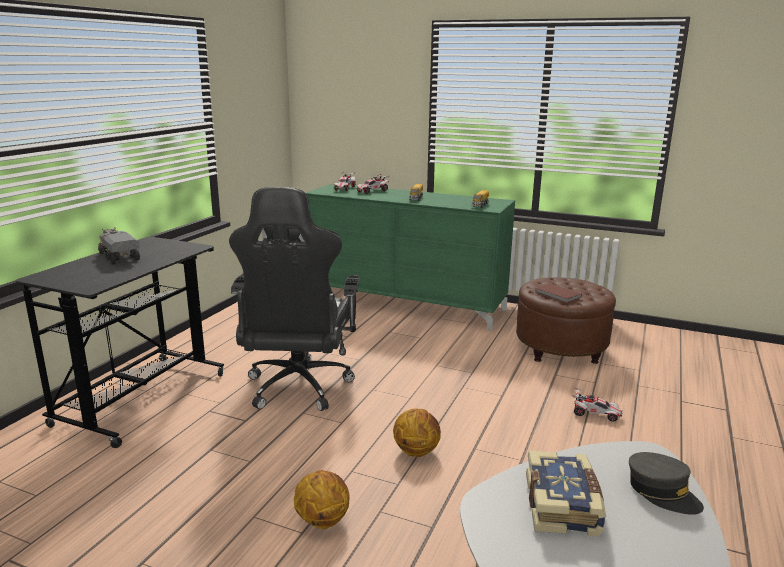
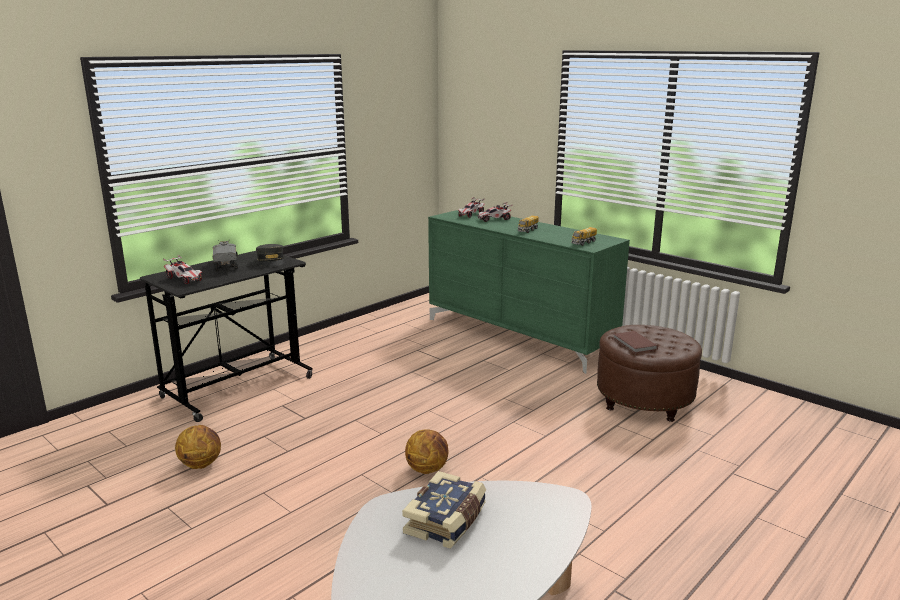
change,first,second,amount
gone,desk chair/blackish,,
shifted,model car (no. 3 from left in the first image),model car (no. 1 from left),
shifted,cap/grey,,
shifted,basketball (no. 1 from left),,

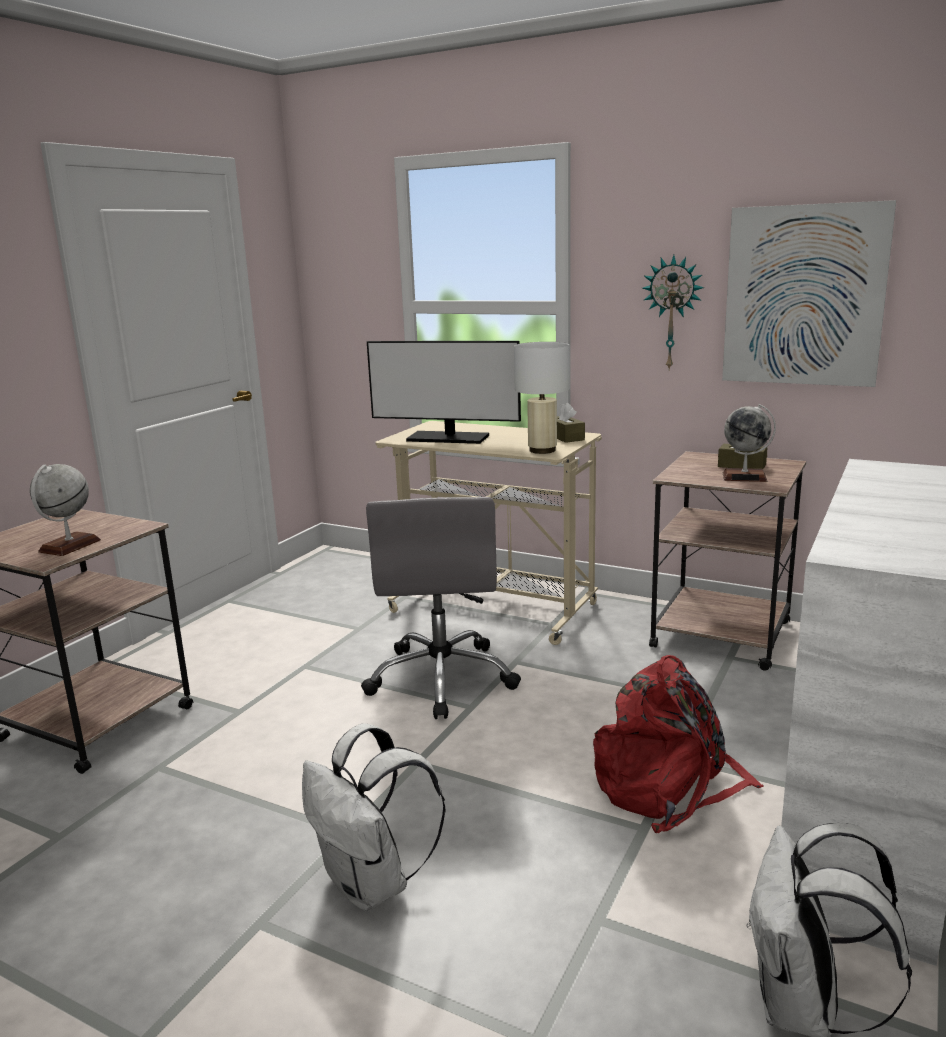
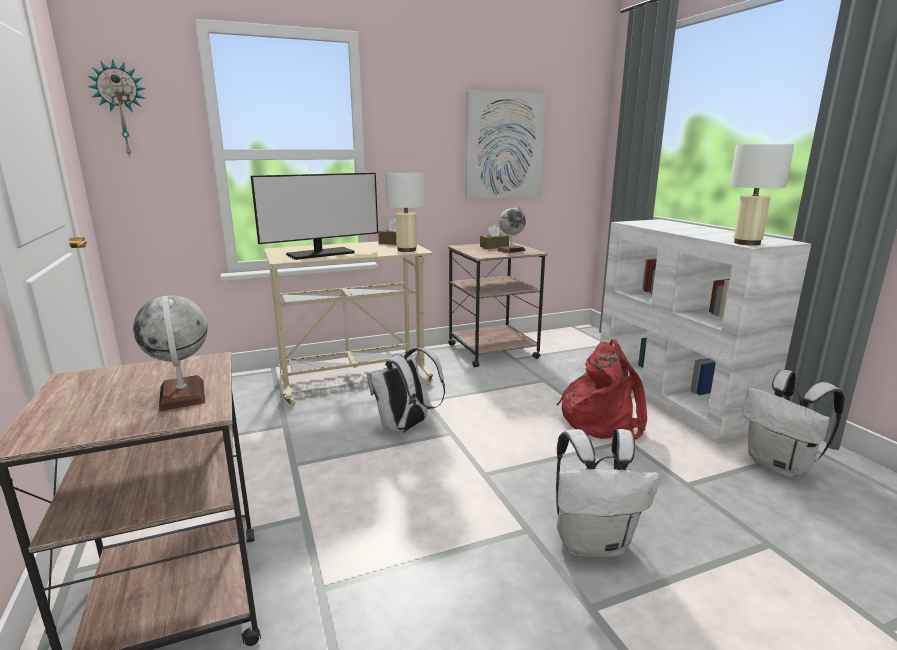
change,first,second,amount
shifted,wall clock,,
swapped,desk chair/grey,rucksack/white (no. 1 from left),
new,,tabletop lamp/white (no. 2 from left),

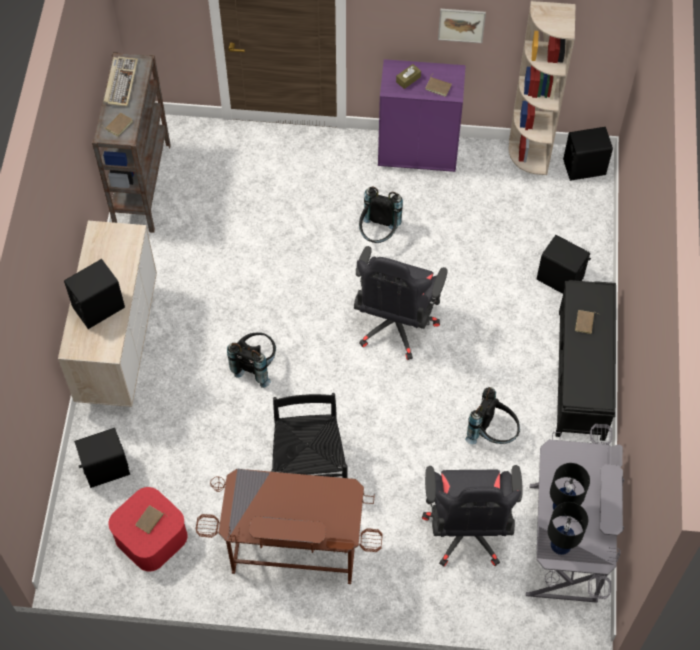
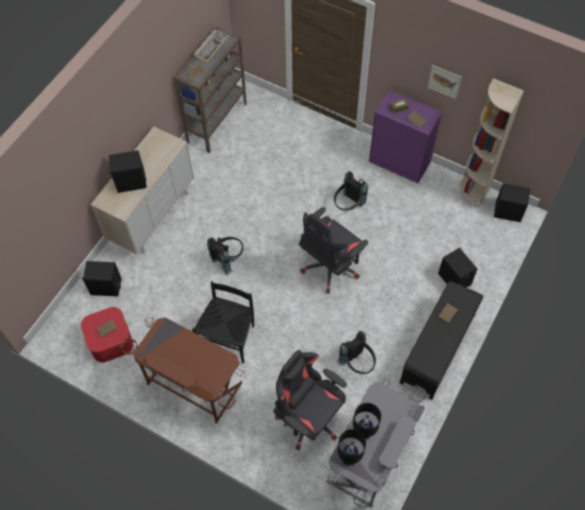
change,first,second,amount
rotated,desk chair/blackish (no. 2 from left in the first image),desk chair/blackish (no. 1 from left),105 degrees clockwise

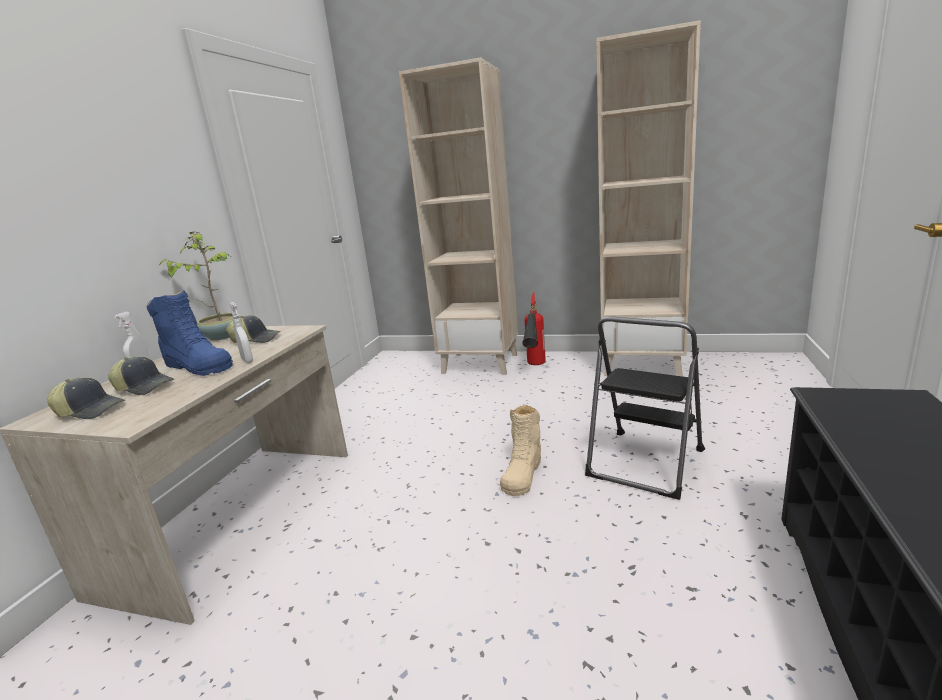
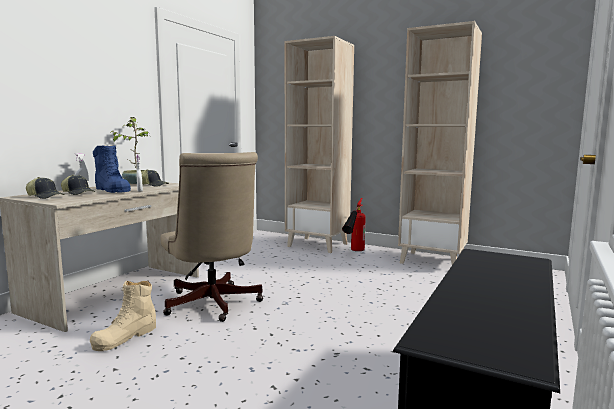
change,first,second,amount
gone,stepladder/blackish,,
shifted,tall boot/sand-coloured,,
new,,desk chair/sand-coloured,

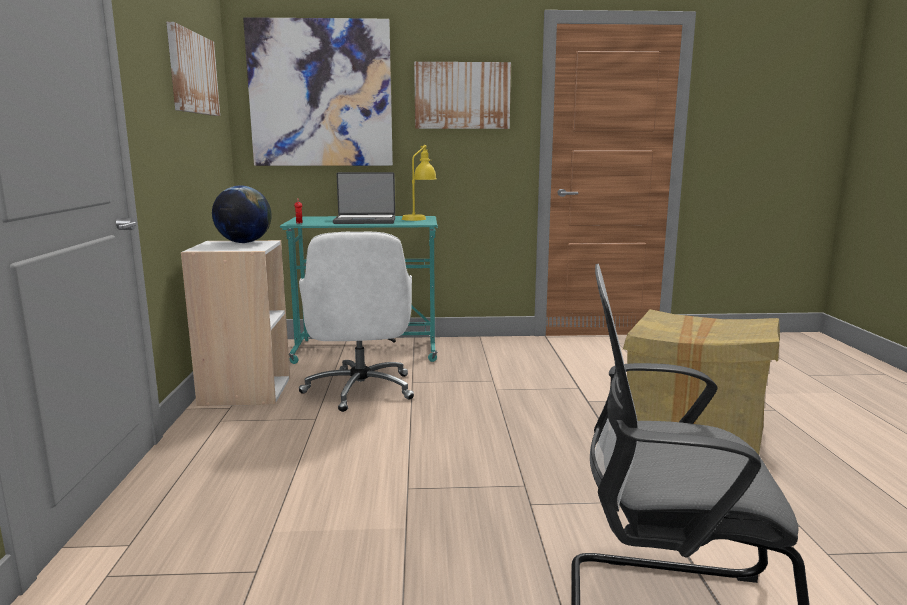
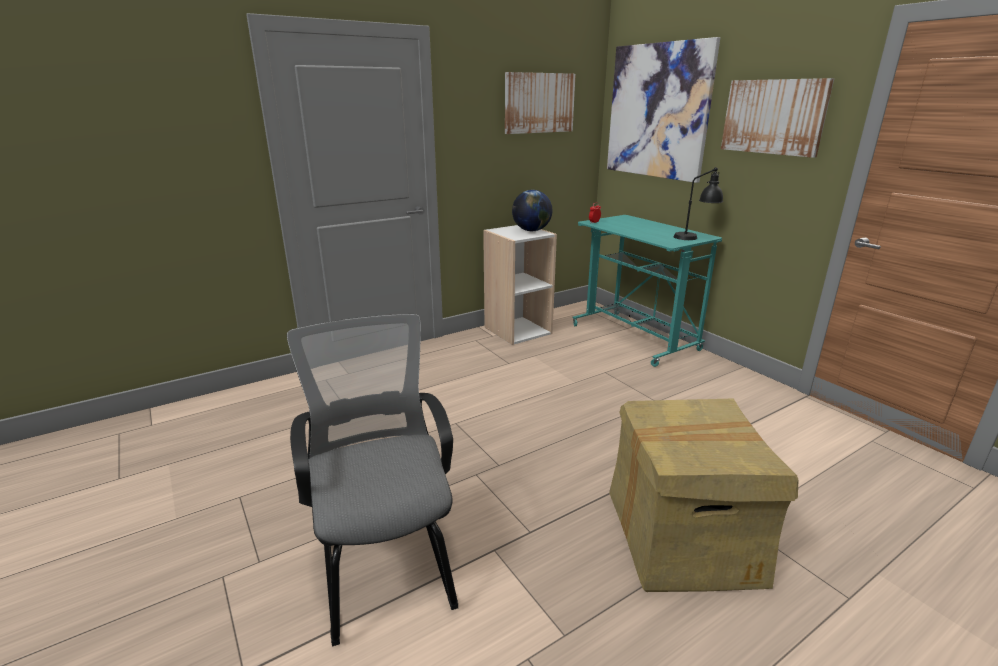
change,first,second,amount
repainted,tabletop lamp/yellow-coloured,tabletop lamp/blackish,
gone,notebook computer,,
gone,desk chair/white,,

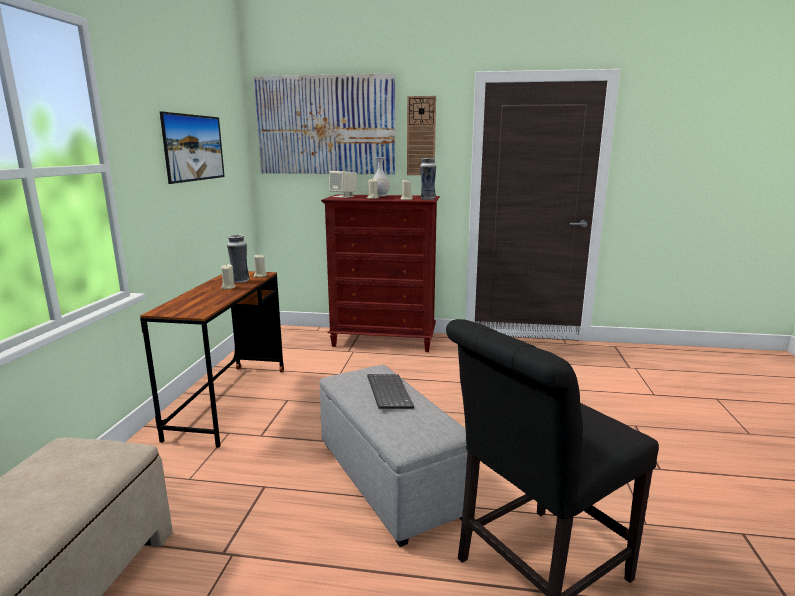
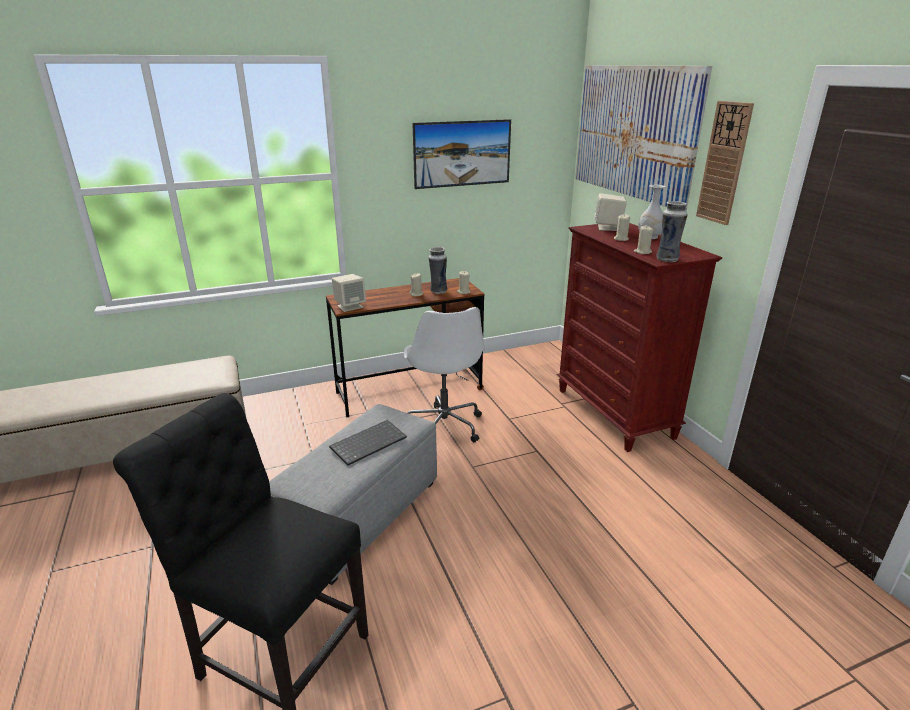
change,first,second,amount
new,,loudspeaker/sand-coloured (no. 1 from left),
new,,desk chair/white,

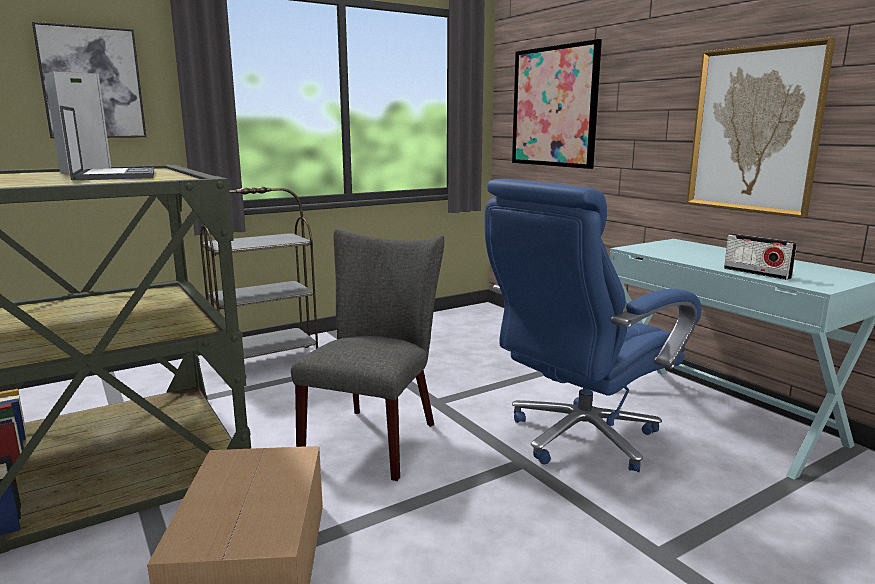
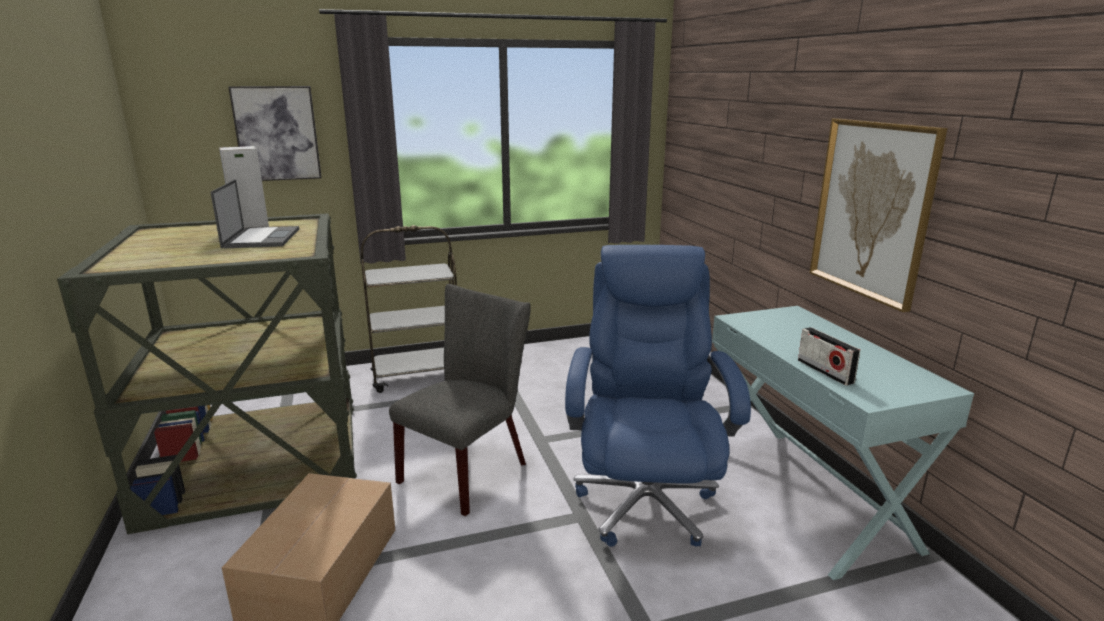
change,first,second,amount
gone,picture (no. 2 from left),,
rotated,desk chair/blue,,120 degrees clockwise

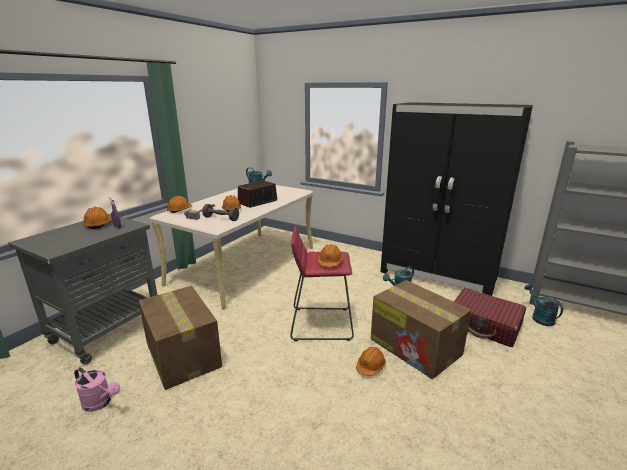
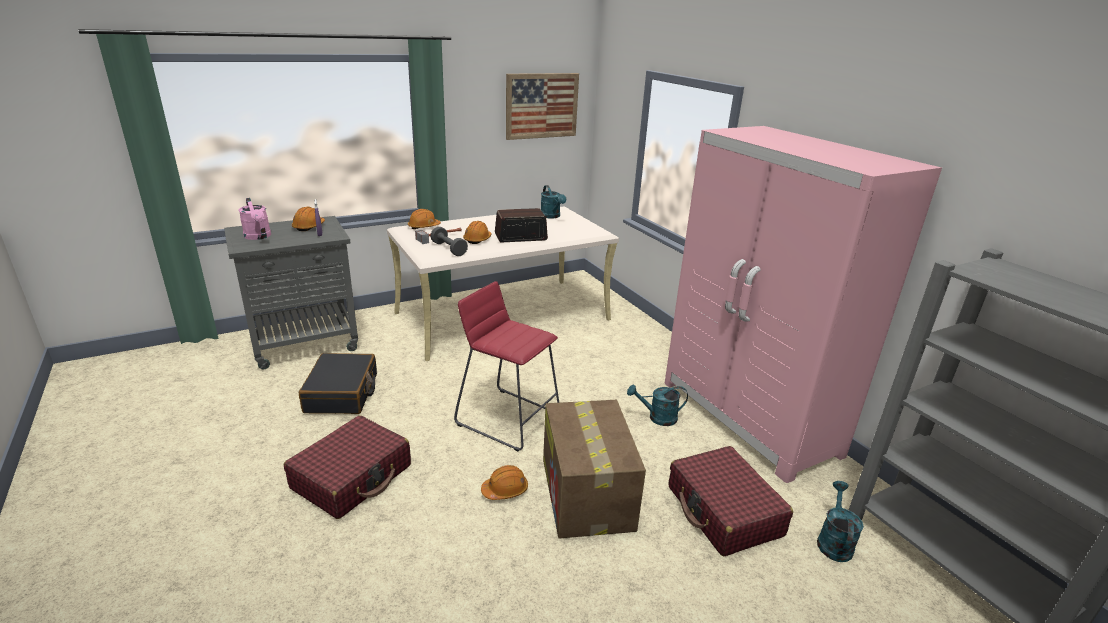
change,first,second,amount
repainted,storage cabinet/blackish,storage cabinet/pink,
gone,hard hat/orangey (no. 4 from left),,
swapped,carton (no. 1 from left),travel case/blackish,
shifted,watering can/pink,,
new,,picture,
new,,travel case/red (no. 1 from left),

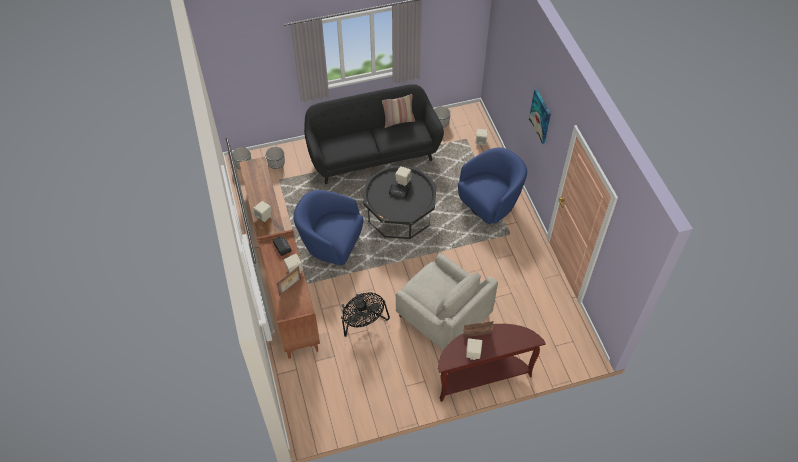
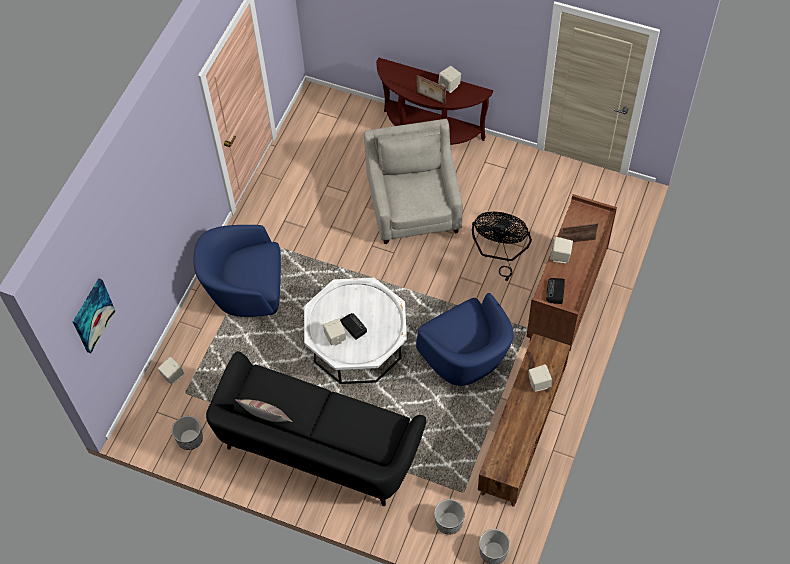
change,first,second,amount
shifted,picture,,
repainted,low table/blackish,low table/white,

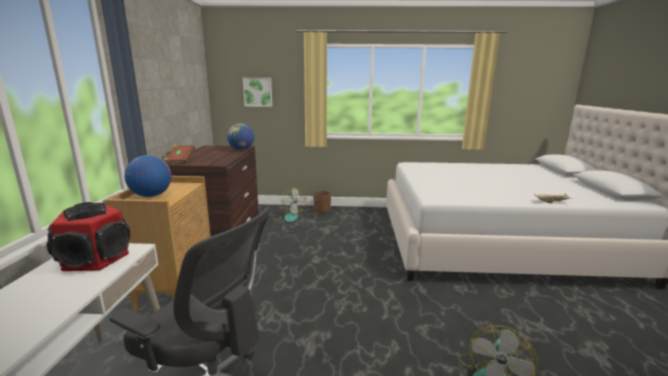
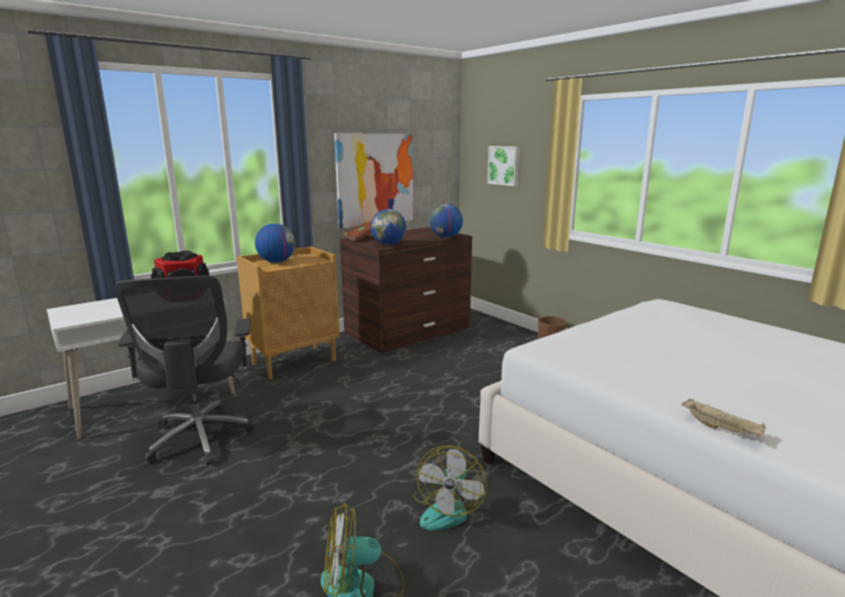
change,first,second,amount
shifted,electric fan (no. 1 from left in the first image),electric fan (no. 2 from left),
new,,picture (no. 1 from left),
new,,globe (no. 2 from left),

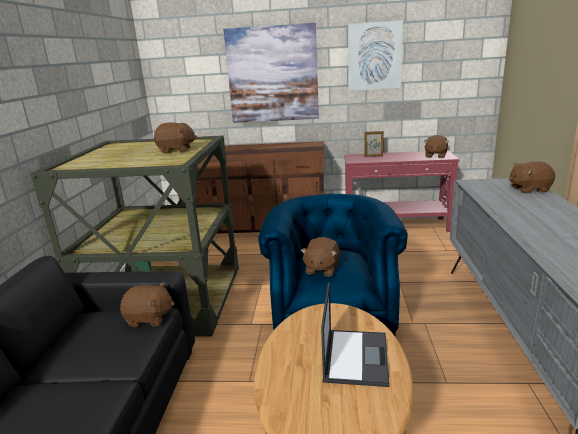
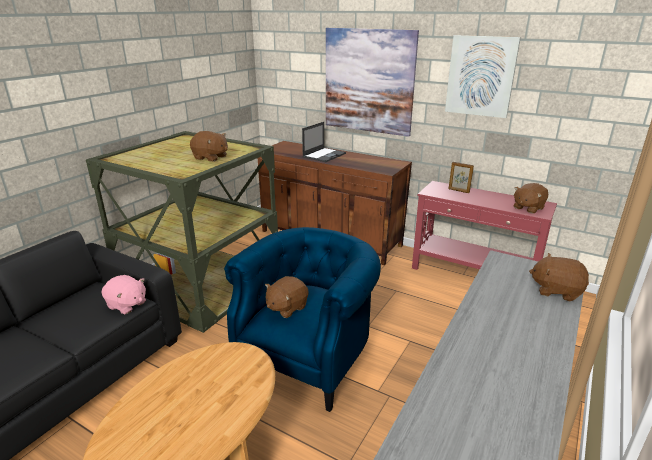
change,first,second,amount
repainted,plush toy/brown-coloured (no. 1 from left),plush toy/pink,
shifted,notebook computer,,

